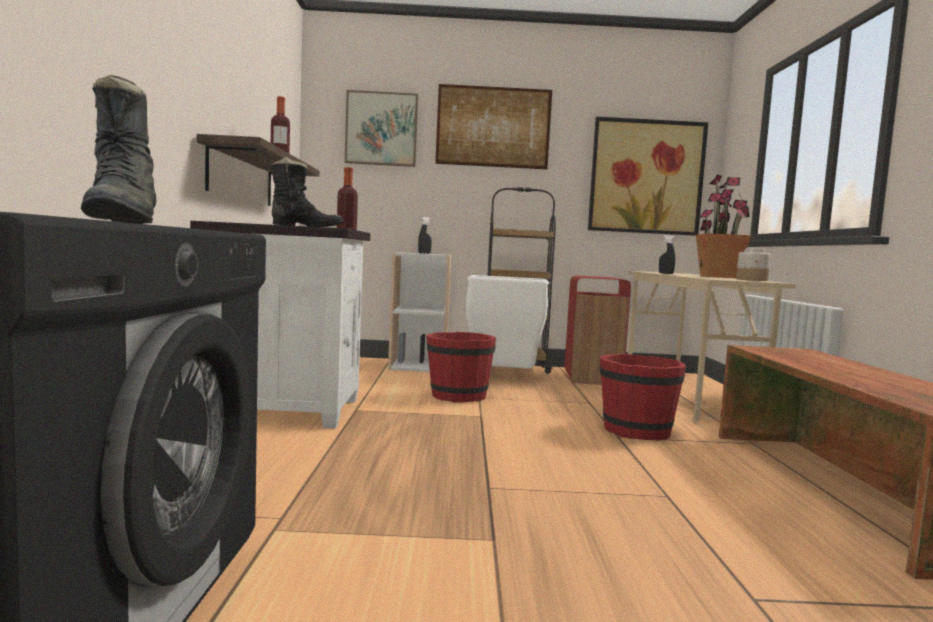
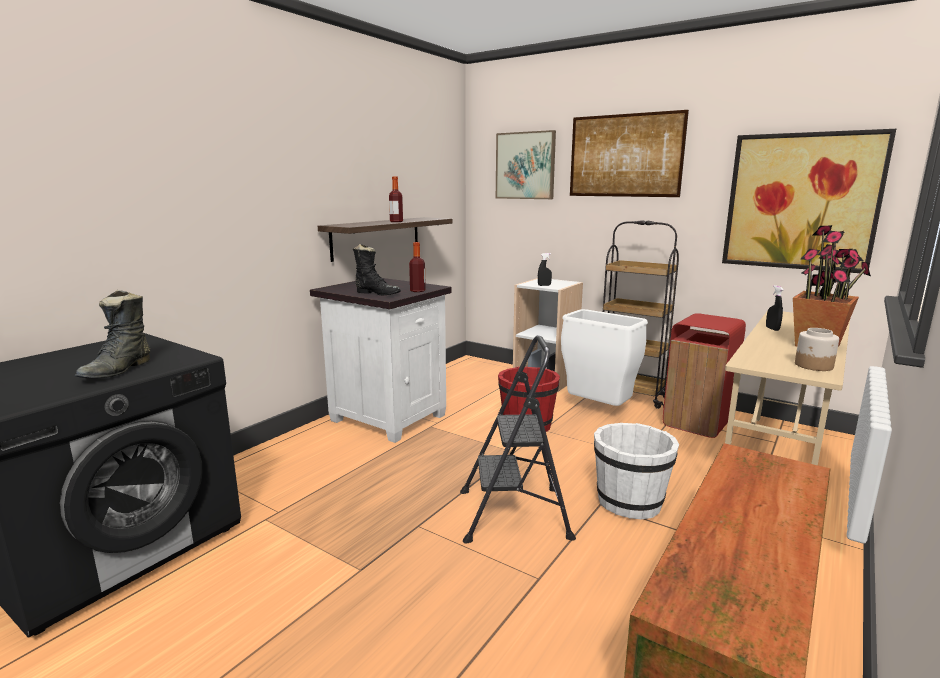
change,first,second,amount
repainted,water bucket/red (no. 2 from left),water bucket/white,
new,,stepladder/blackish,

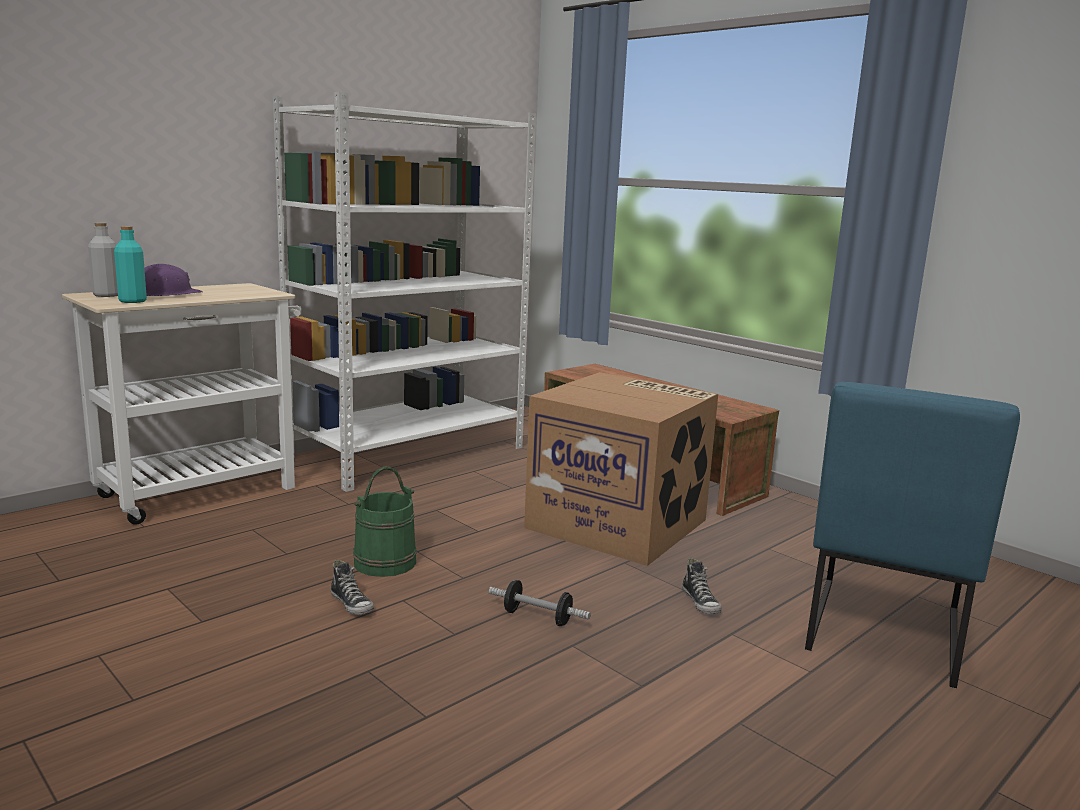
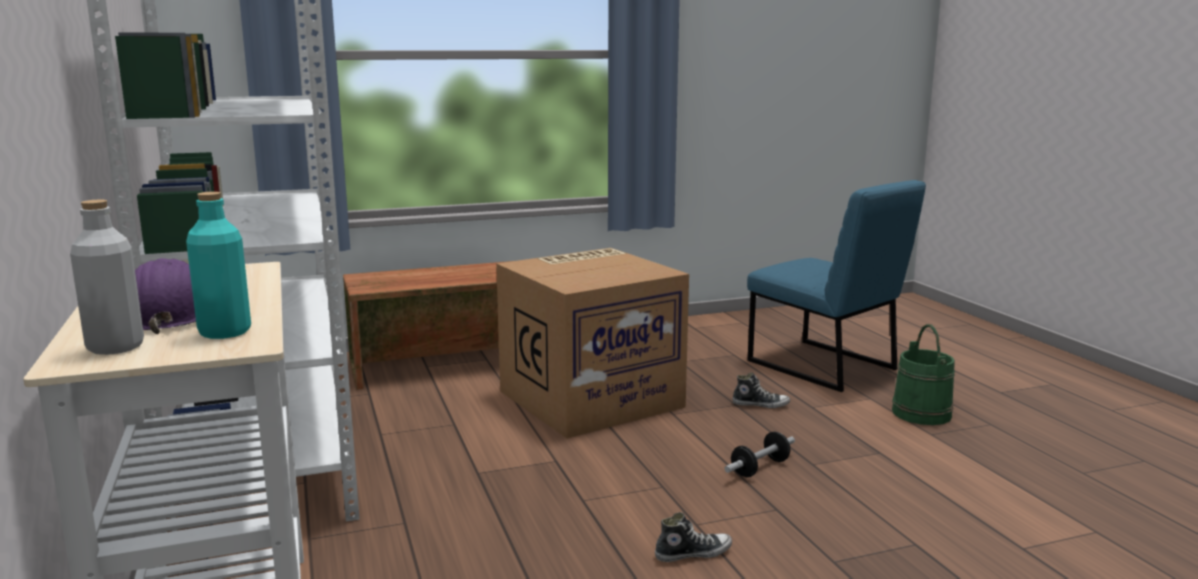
change,first,second,amount
shifted,water bucket/green-coloured,,

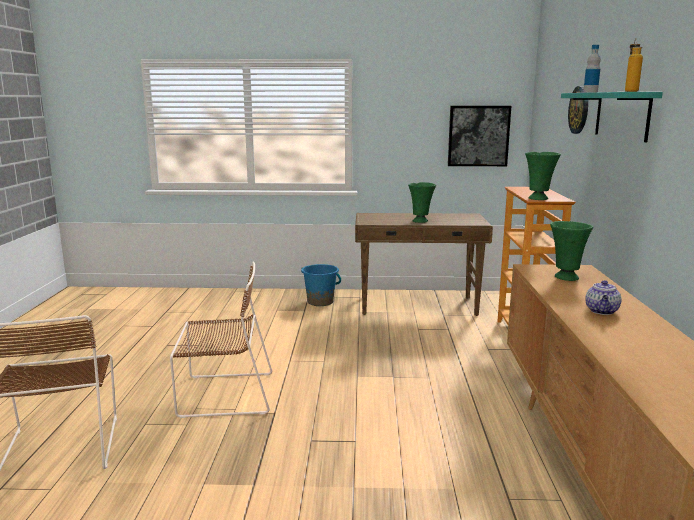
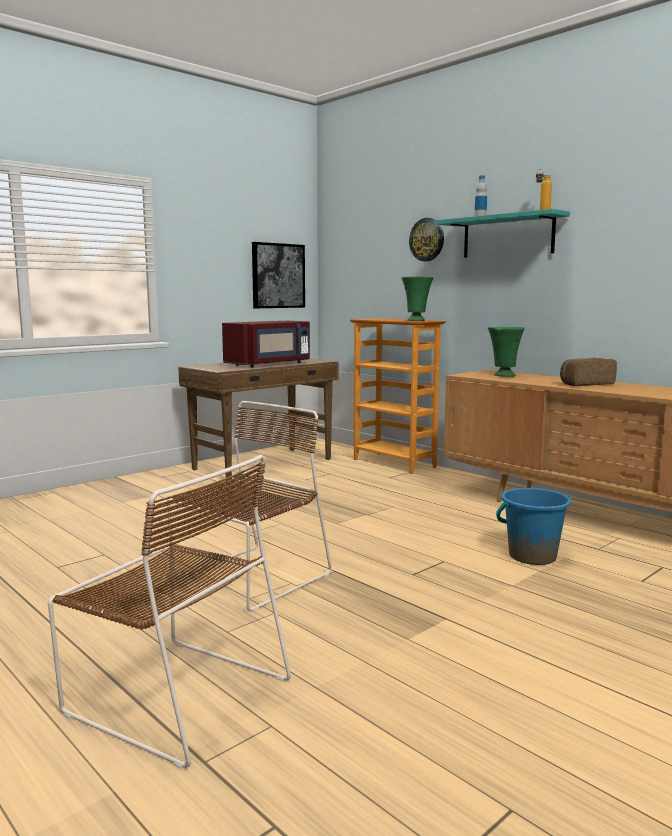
change,first,second,amount
swapped,flower vase/green-coloured (no. 1 from left),microwave oven/red,
shifted,water bucket/blue,,
swapped,pot for tea,bread,

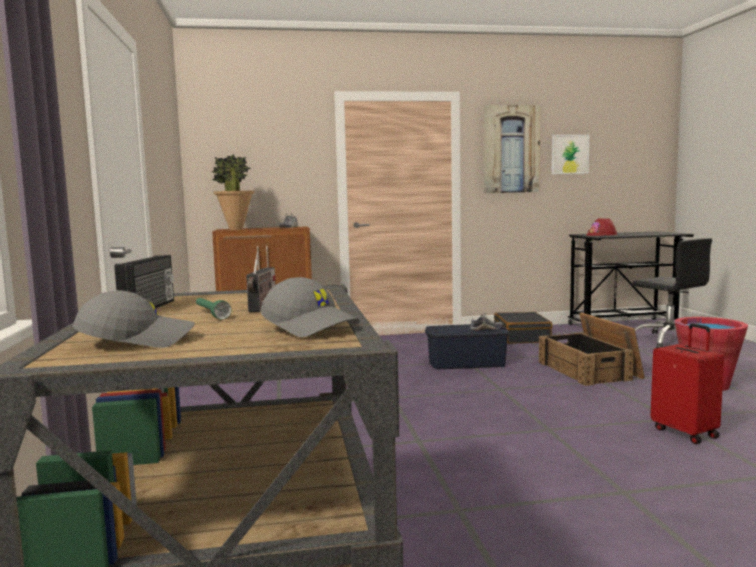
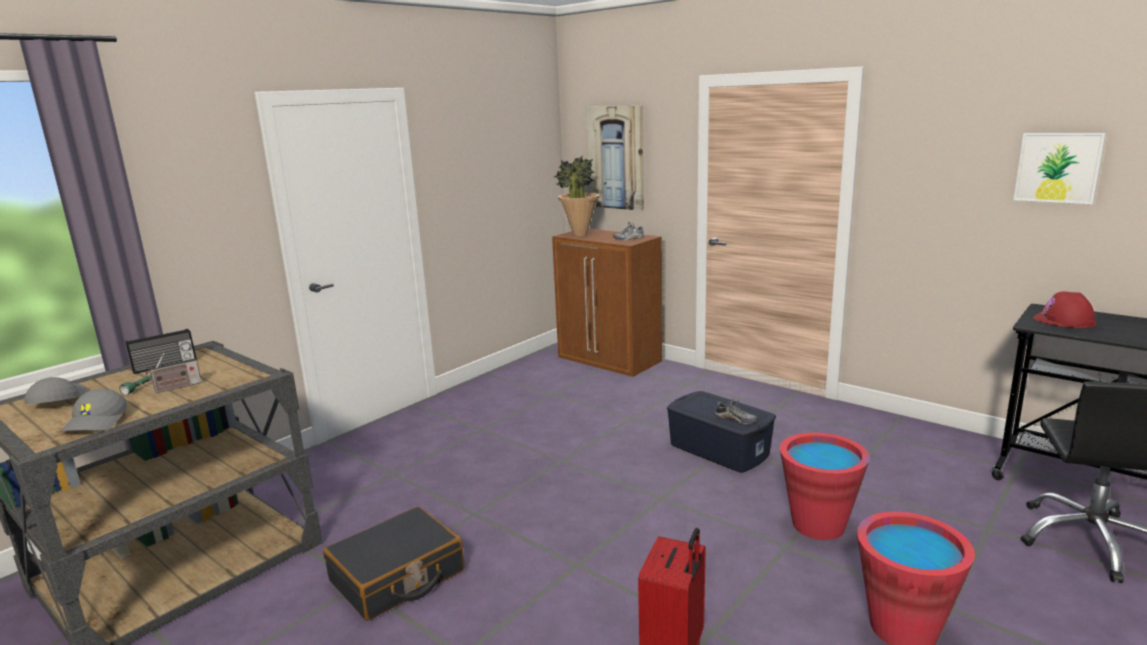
change,first,second,amount
shifted,picture (no. 1 from left),,
rotated,cap/grey (no. 1 from left),,135 degrees counterclockwise
shifted,travel case/blackish,,
swapped,crate,water bucket/red (no. 1 from left),

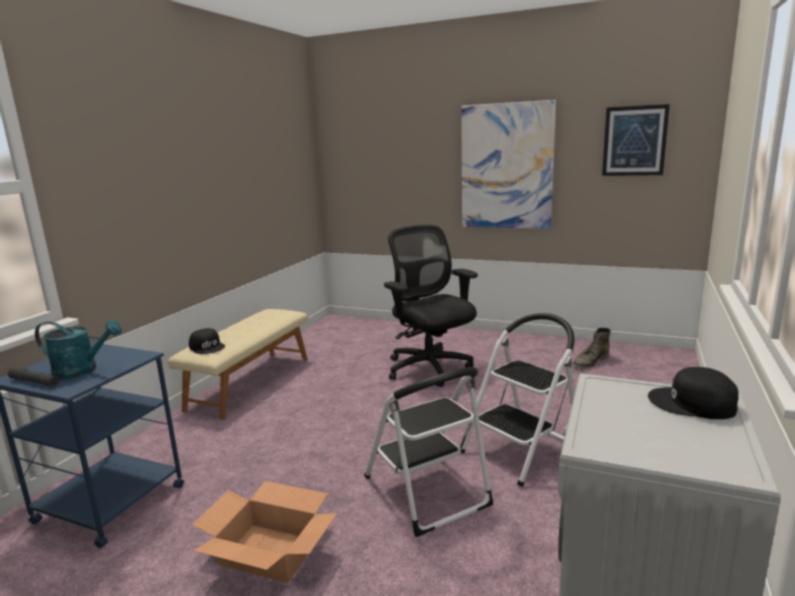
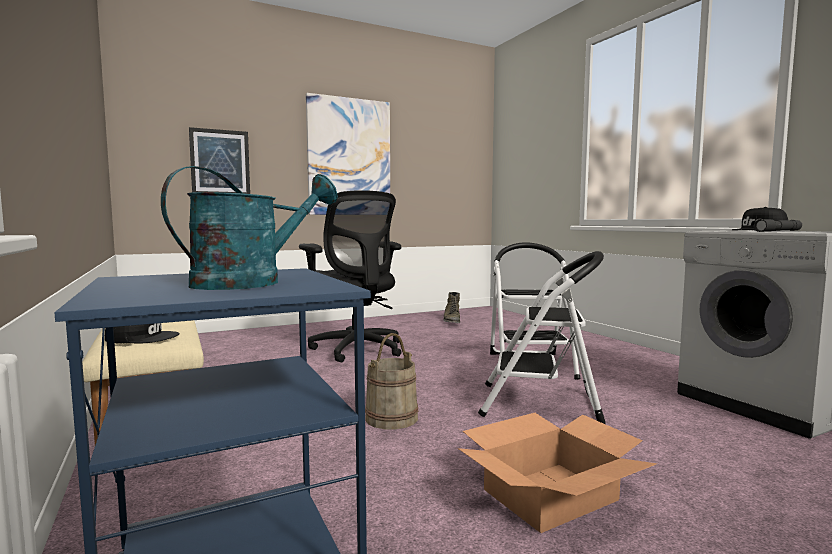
change,first,second,amount
shifted,picture (no. 2 from left in the first image),picture (no. 1 from left),
rotated,desk chair/blackish,,135 degrees counterclockwise
shifted,hand torch/grey,,
new,,water bucket/sand-coloured,

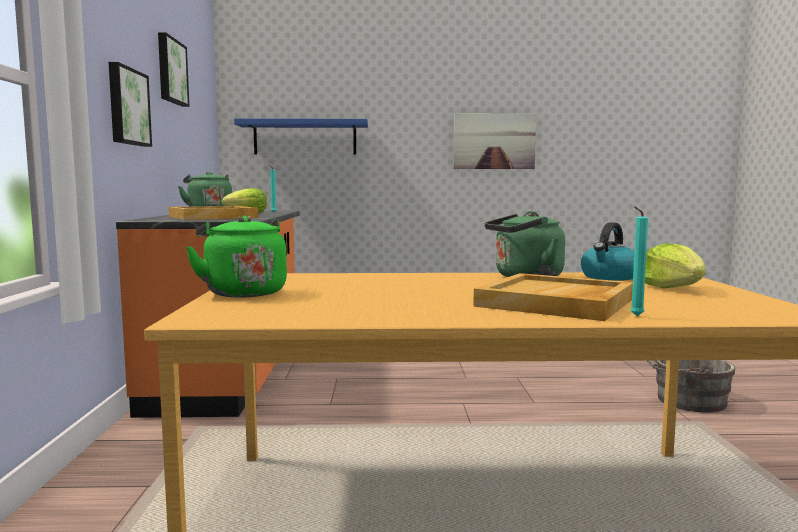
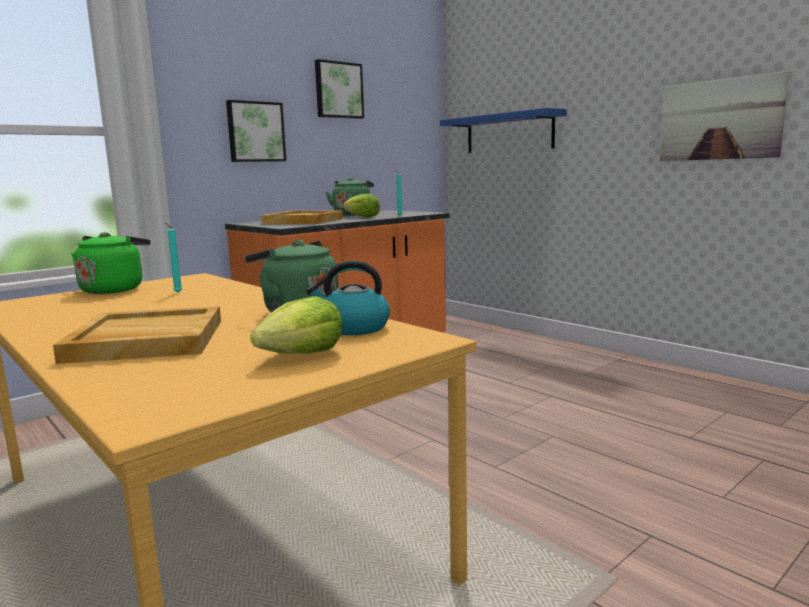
change,first,second,amount
shifted,candle/turquoise-coloured (no. 2 from left in the first image),candle/turquoise-coloured (no. 1 from left),
gone,water bucket/grey,,

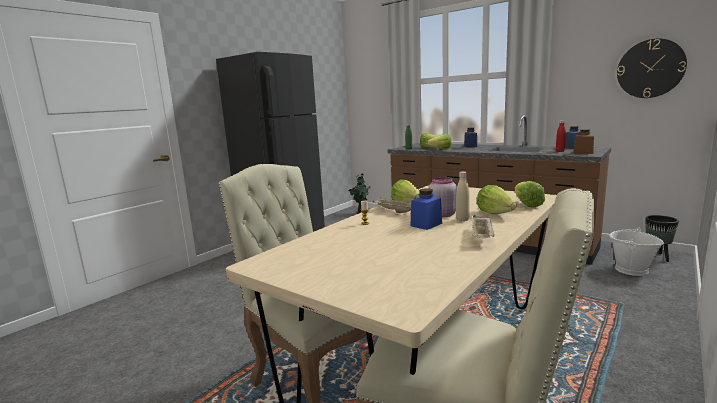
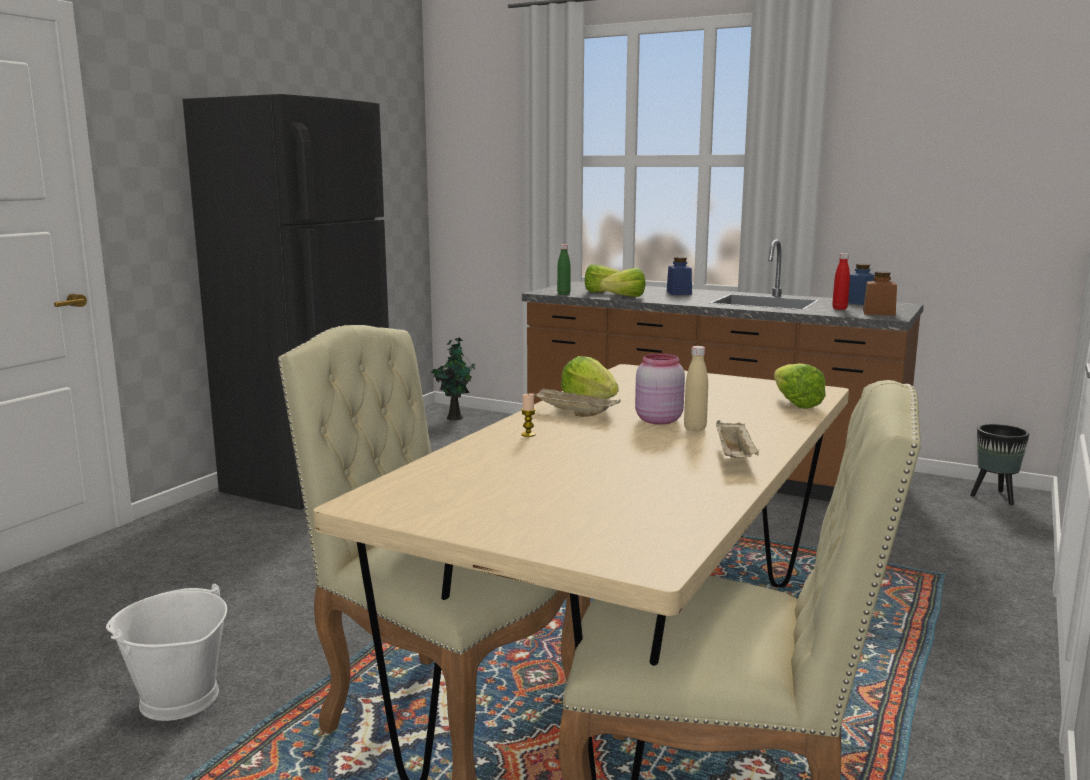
change,first,second,amount
gone,wall clock,,
gone,lettuce (no. 4 from left),,
gone,storage jar/blue (no. 1 from left),,
shifted,water bucket/white,,

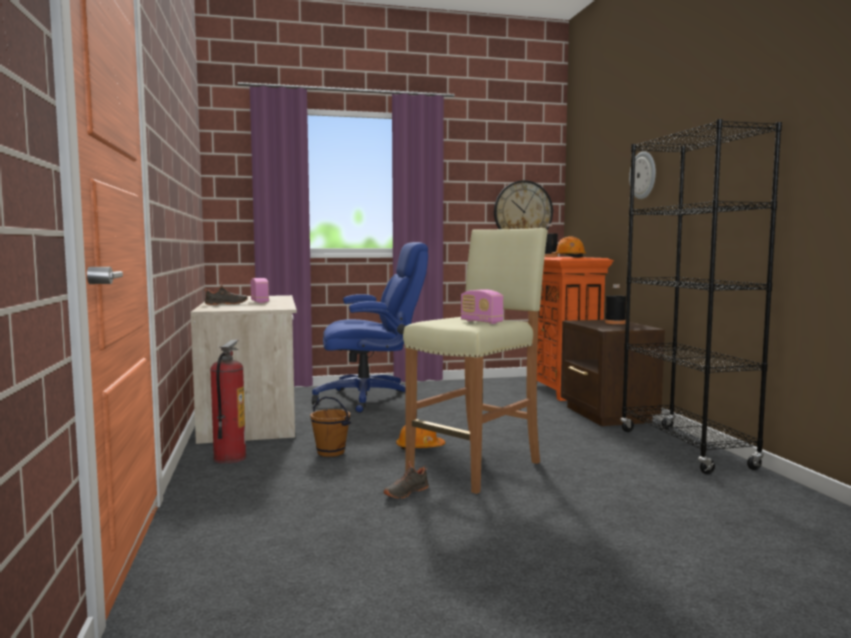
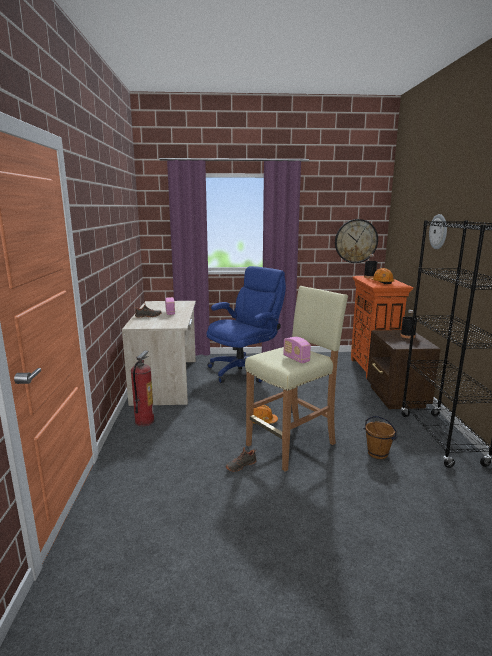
change,first,second,amount
rotated,desk chair/blue,,45 degrees counterclockwise
shifted,water bucket/brown-coloured,,

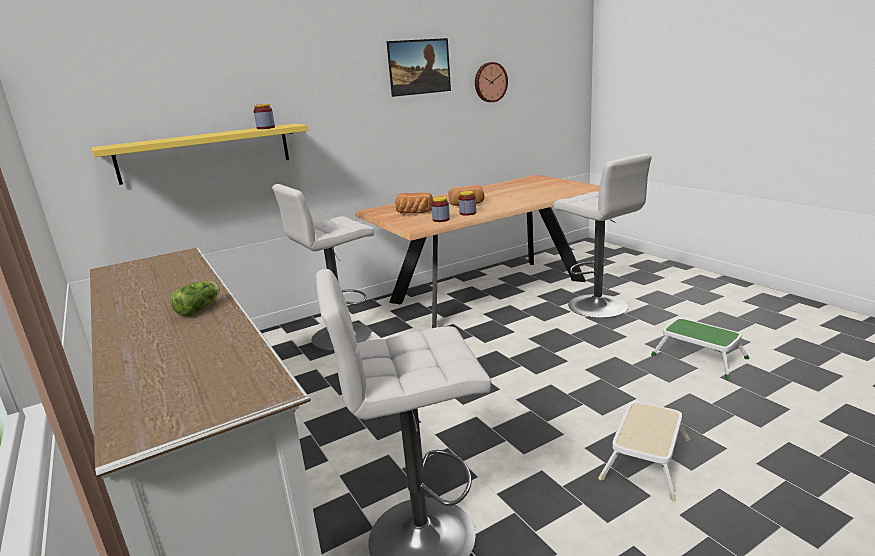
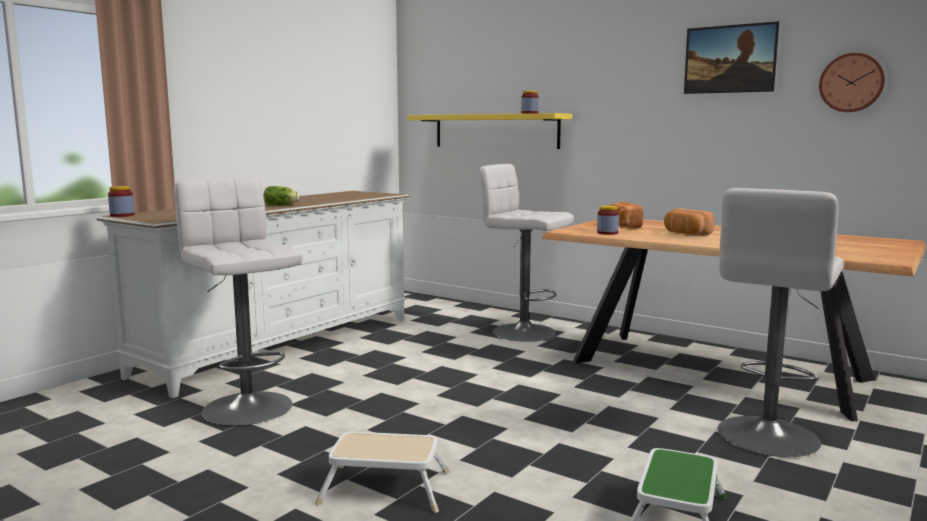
change,first,second,amount
shifted,storage jar (no. 3 from left in the first image),storage jar (no. 1 from left),

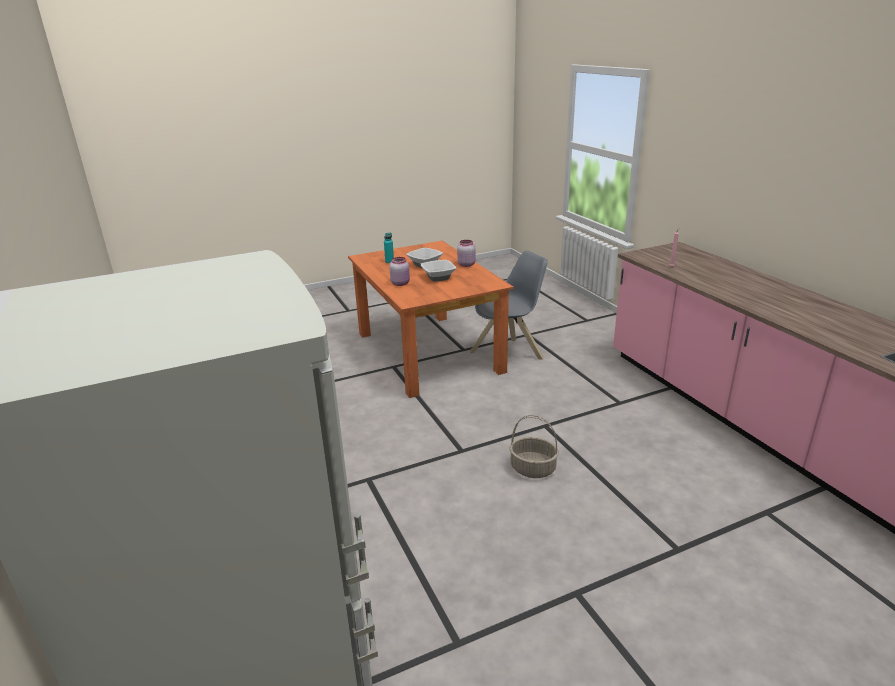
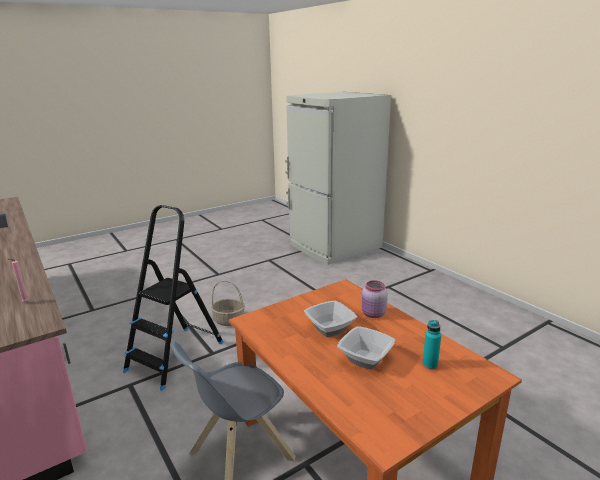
change,first,second,amount
gone,storage jar/pink (no. 2 from left),,
new,,stepladder/blackish,

